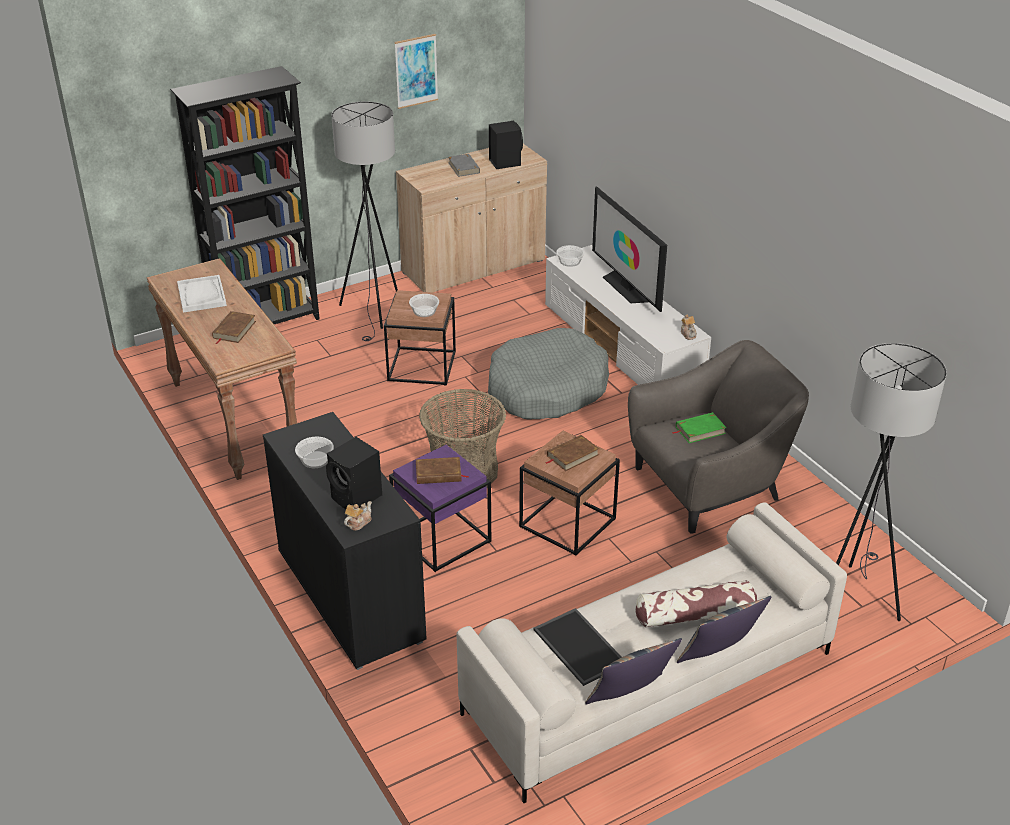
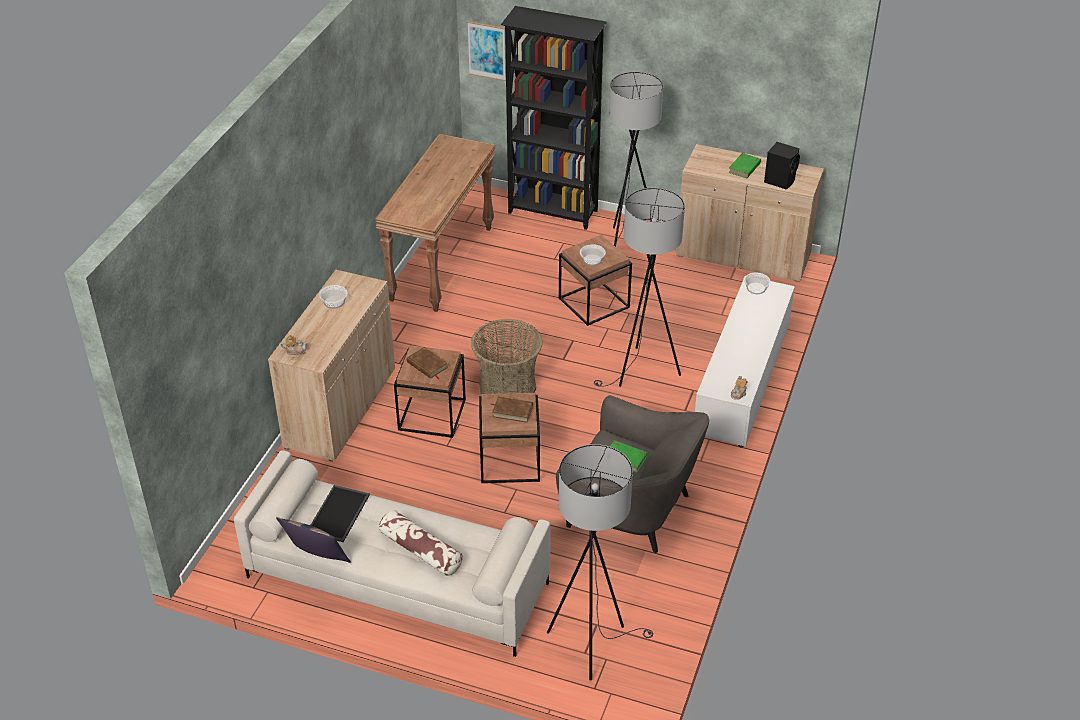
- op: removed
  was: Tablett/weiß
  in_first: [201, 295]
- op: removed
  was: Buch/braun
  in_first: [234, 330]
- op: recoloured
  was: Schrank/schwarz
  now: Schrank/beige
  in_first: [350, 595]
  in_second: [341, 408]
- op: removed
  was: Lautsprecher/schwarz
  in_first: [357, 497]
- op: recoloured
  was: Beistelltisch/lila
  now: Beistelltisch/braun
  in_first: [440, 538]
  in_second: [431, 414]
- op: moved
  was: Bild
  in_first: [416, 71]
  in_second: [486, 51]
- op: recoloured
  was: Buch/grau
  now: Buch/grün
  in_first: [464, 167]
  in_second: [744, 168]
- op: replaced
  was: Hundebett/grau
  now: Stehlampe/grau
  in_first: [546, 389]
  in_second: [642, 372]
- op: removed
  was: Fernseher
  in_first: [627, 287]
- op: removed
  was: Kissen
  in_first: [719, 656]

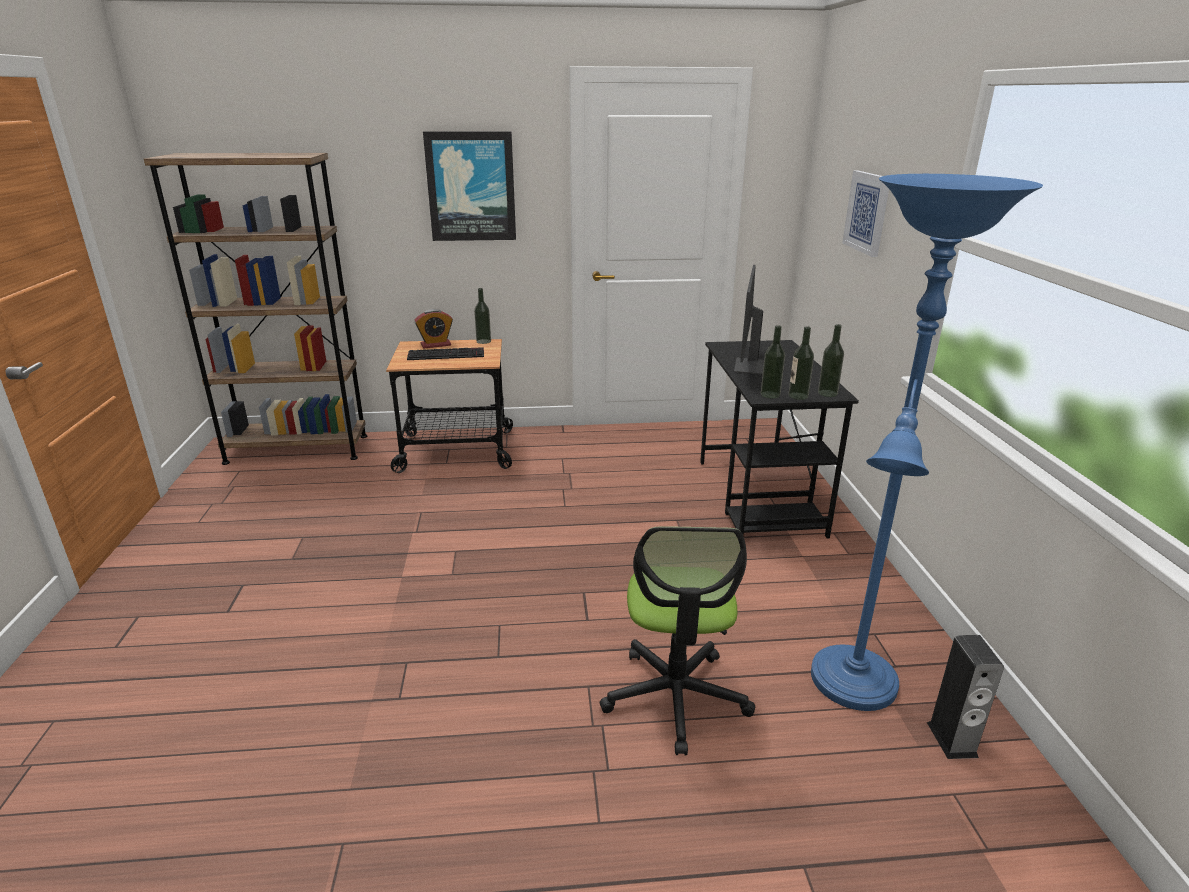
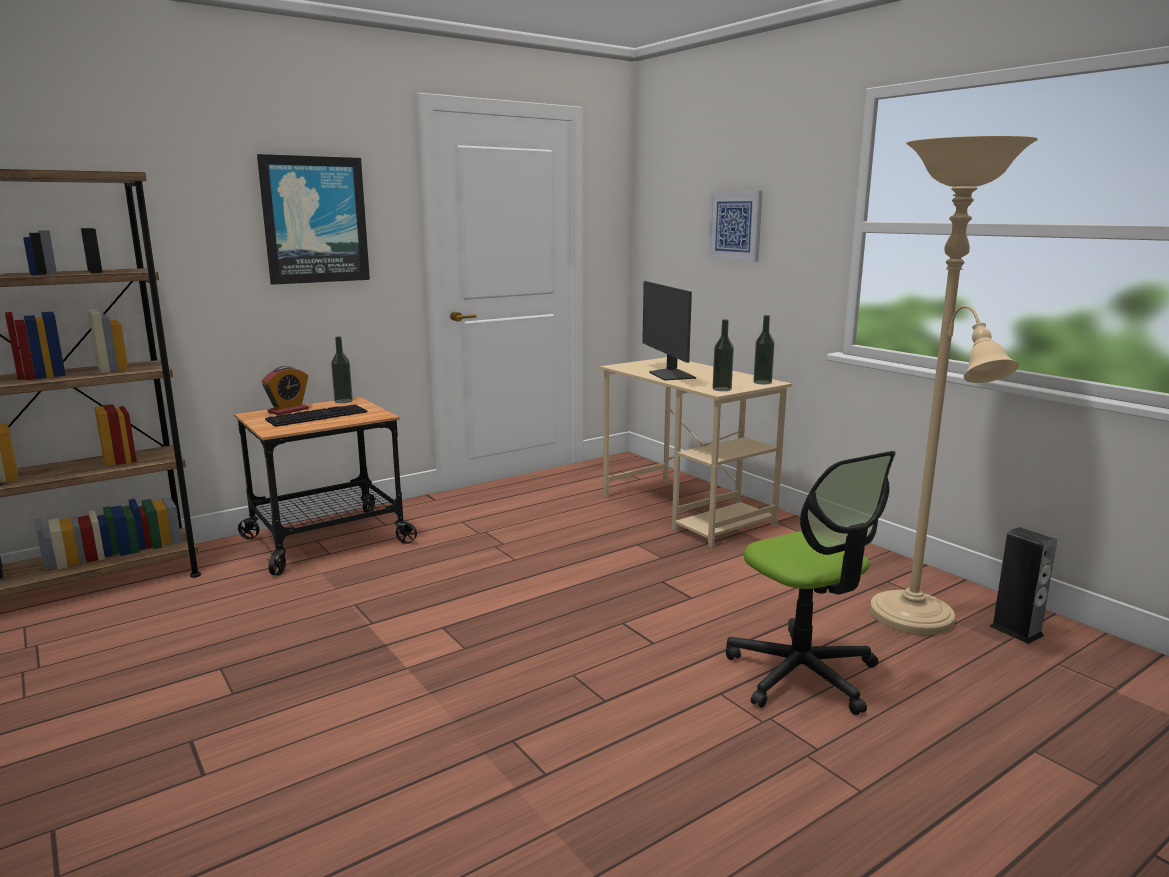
- op: recoloured
  was: Schreibtisch/schwarz
  now: Schreibtisch/beige
  in_first: [759, 497]
  in_second: [687, 511]
- op: removed
  was: Flasche
  in_first: [798, 396]
- op: recoloured
  was: Stehlampe/blau
  now: Stehlampe/beige
  in_first: [852, 687]
  in_second: [917, 621]

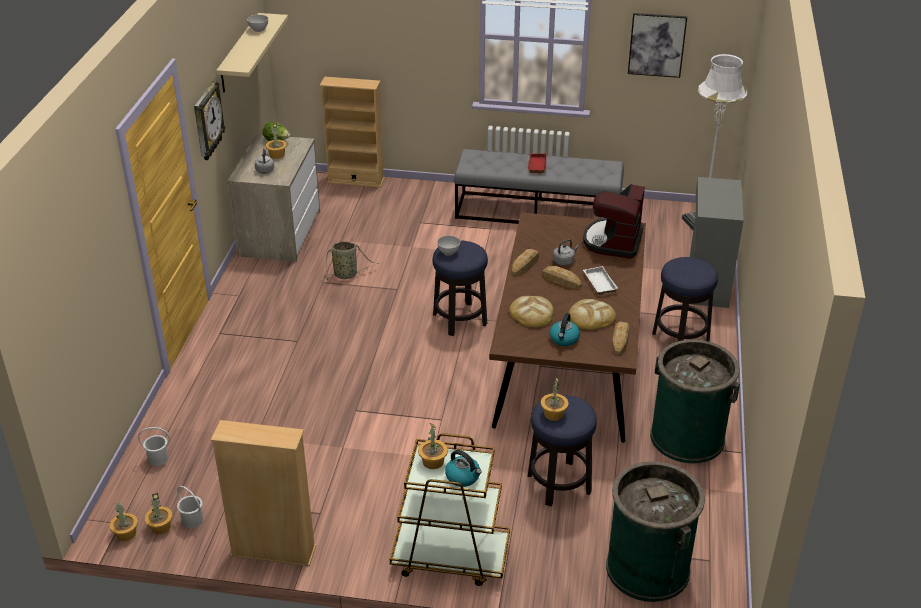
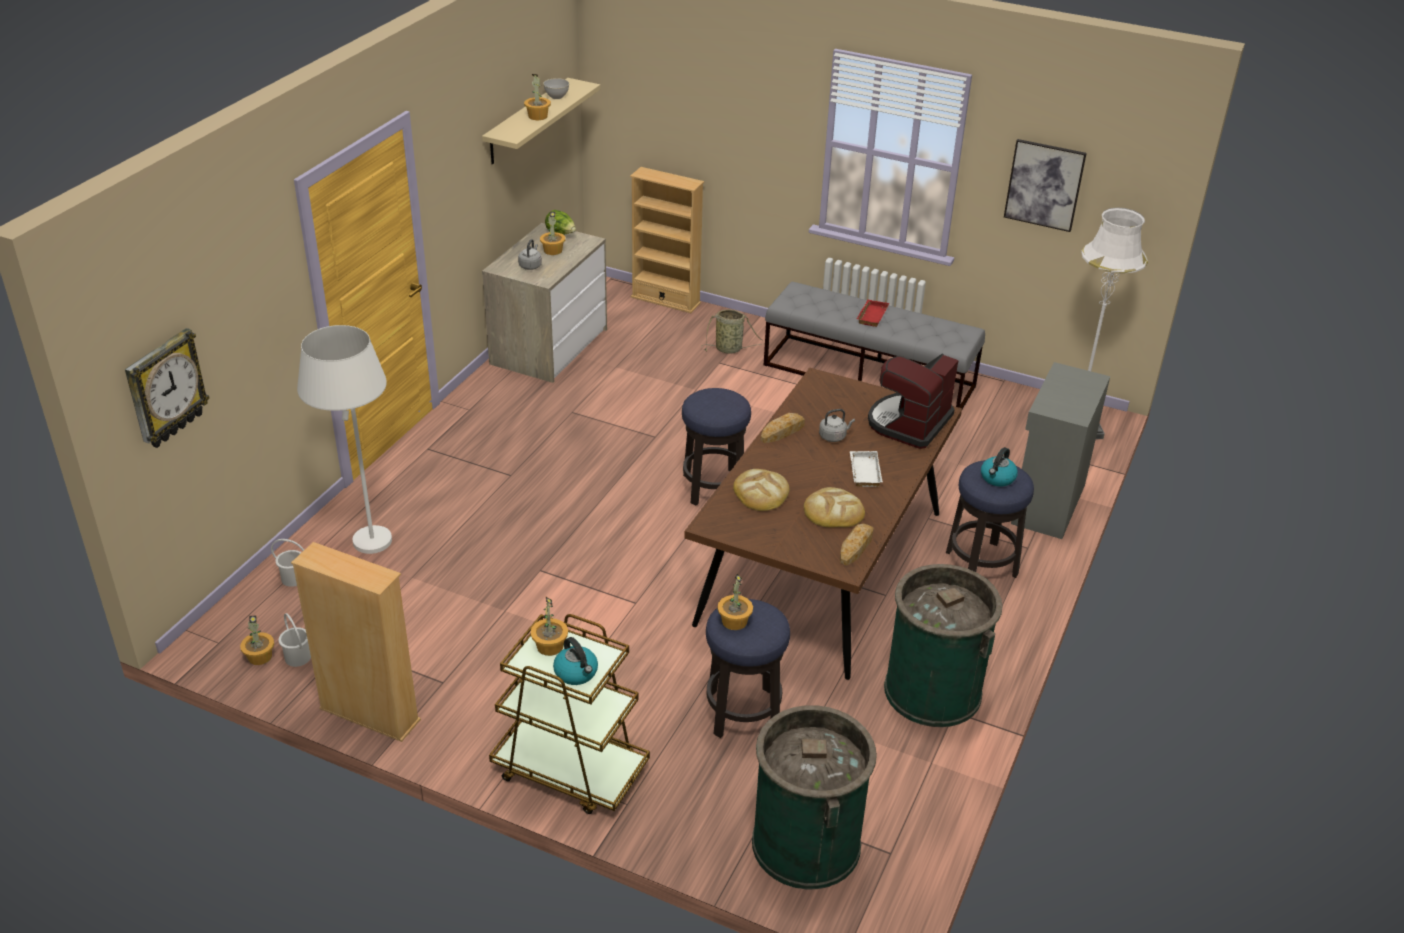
- op: moved
  was: Topfpflanze
  in_first: [126, 534]
  in_second: [538, 116]
- op: moved
  was: Wanduhr
  in_first: [207, 121]
  in_second: [165, 389]
- op: moved
  was: Korb
  in_first: [347, 274]
  in_second: [730, 349]
- op: removed
  was: Schüssel/grau
  in_first: [448, 252]
- op: removed
  was: Brot
  in_first: [561, 280]
- op: moved
  was: Wasserkessel
  in_first: [564, 339]
  in_second: [997, 478]
- op: added
  now: Stehlampe/weiß
  in_second: [368, 555]

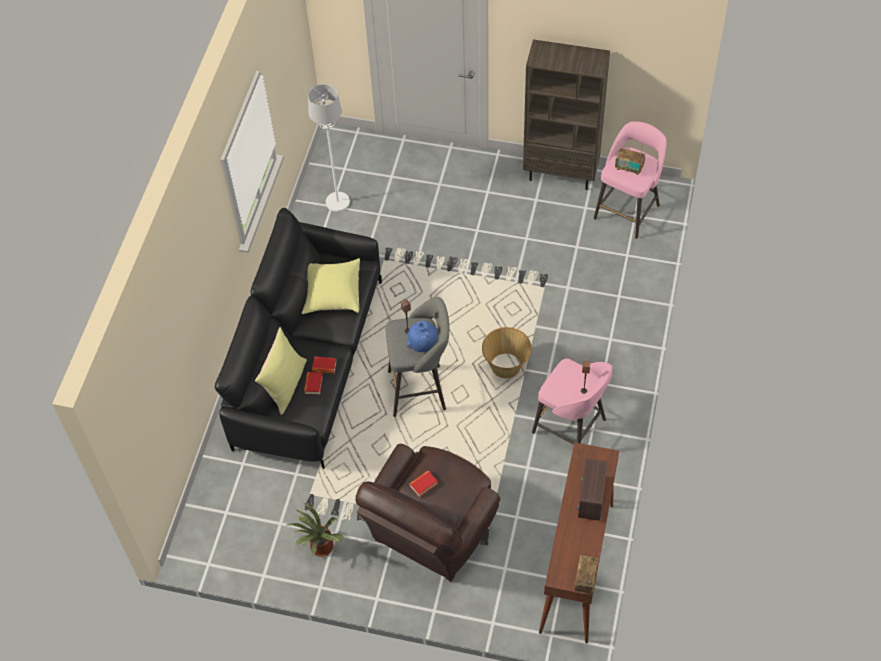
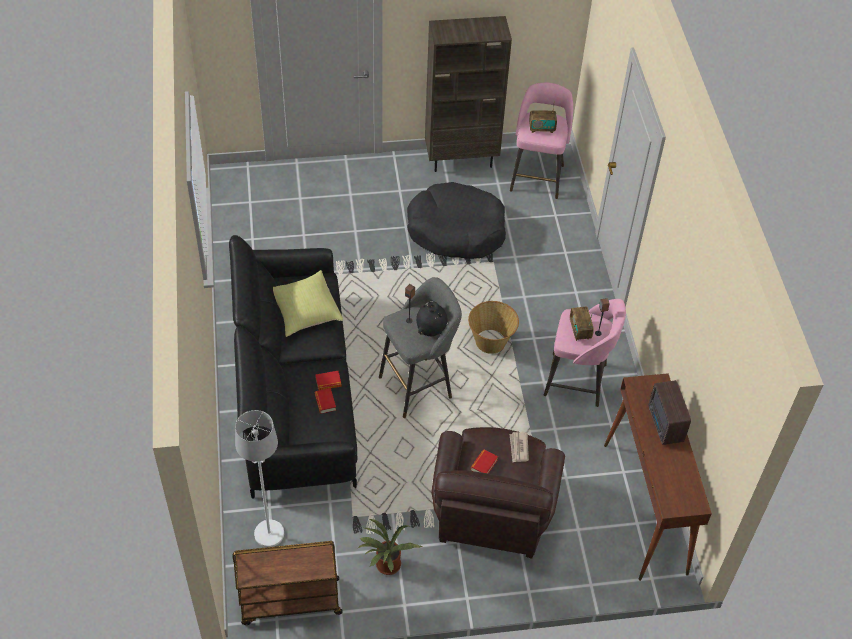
- op: removed
  was: Kissen/gelb
  in_first: [285, 385]
- op: moved
  was: Stehlampe/weiß
  in_first: [337, 202]
  in_second: [269, 533]
- op: recoloured
  was: Vase/blau
  now: Vase/schwarz
  in_first: [423, 345]
  in_second: [431, 330]
- op: moved
  was: Radio
  in_first: [585, 579]
  in_second: [580, 330]
- op: added
  now: Rollwagen/braun
  in_second: [290, 602]
- op: added
  now: Hundebett/schwarz
  in_second: [456, 230]
- op: added
  now: Zeitung
  in_second: [518, 448]

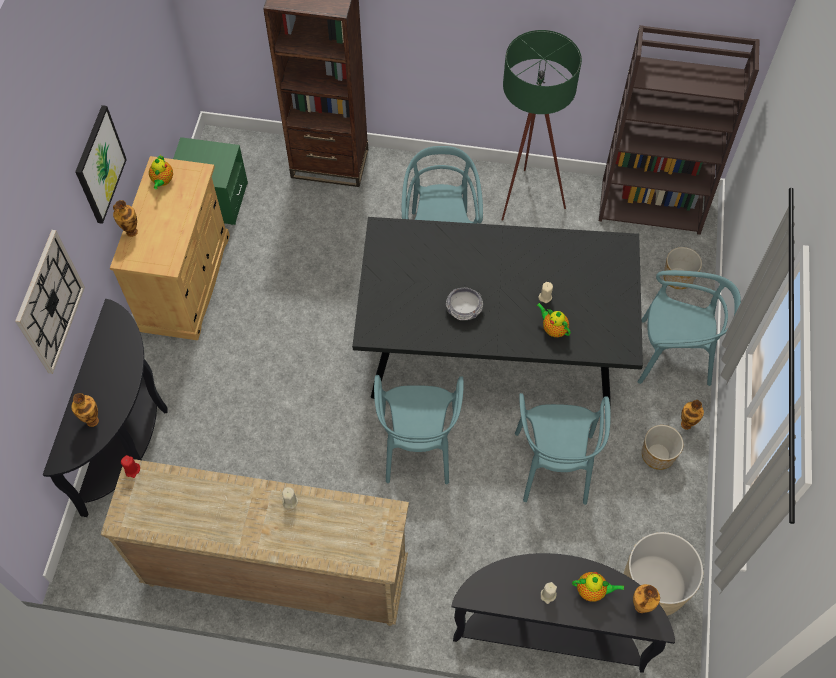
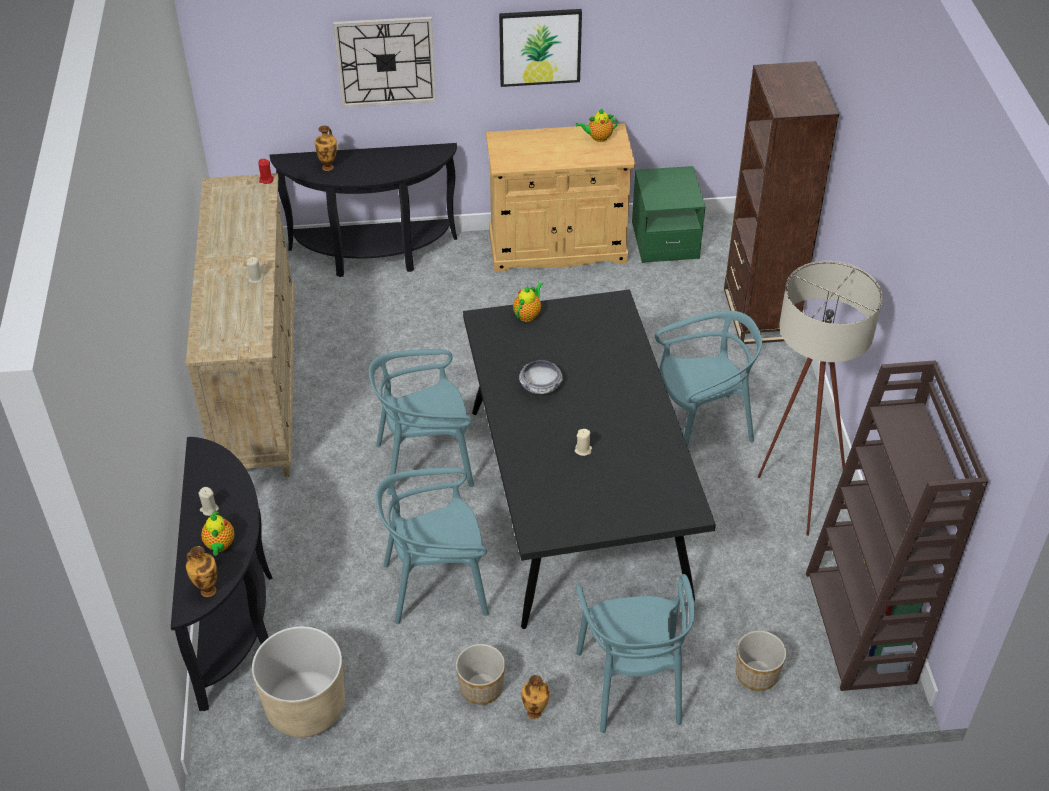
- op: removed
  was: Vase
  in_first: [131, 231]
- op: recoloured
  was: Stehlampe/grün
  now: Stehlampe/beige
  in_first: [524, 203]
  in_second: [794, 493]
- op: moved
  was: Teekanne
  in_first: [553, 329]
  in_second: [528, 314]

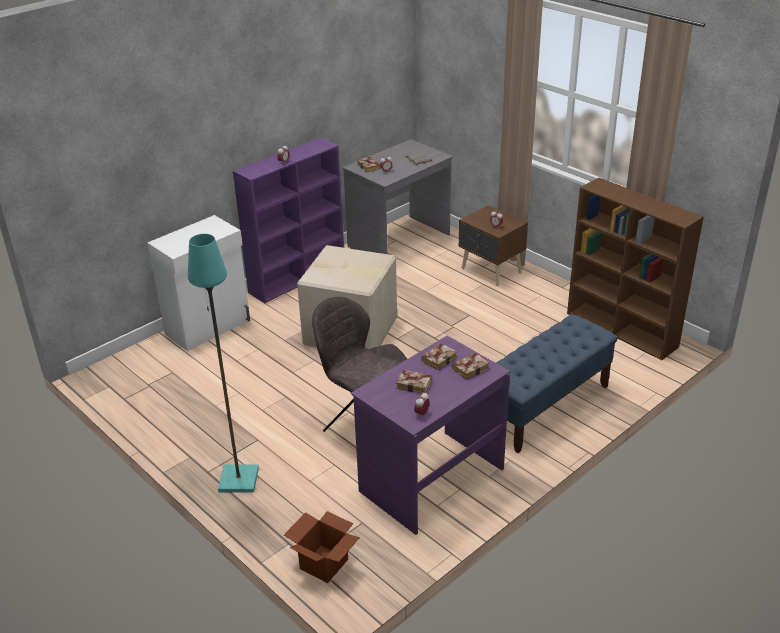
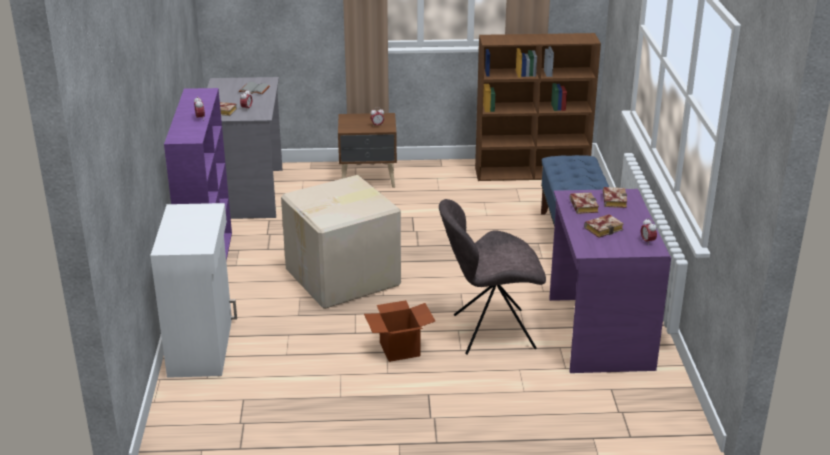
- op: removed
  was: Stehlampe/türkis
  in_first: [238, 480]
- op: moved
  was: Karton
  in_first: [324, 564]
  in_second: [400, 349]

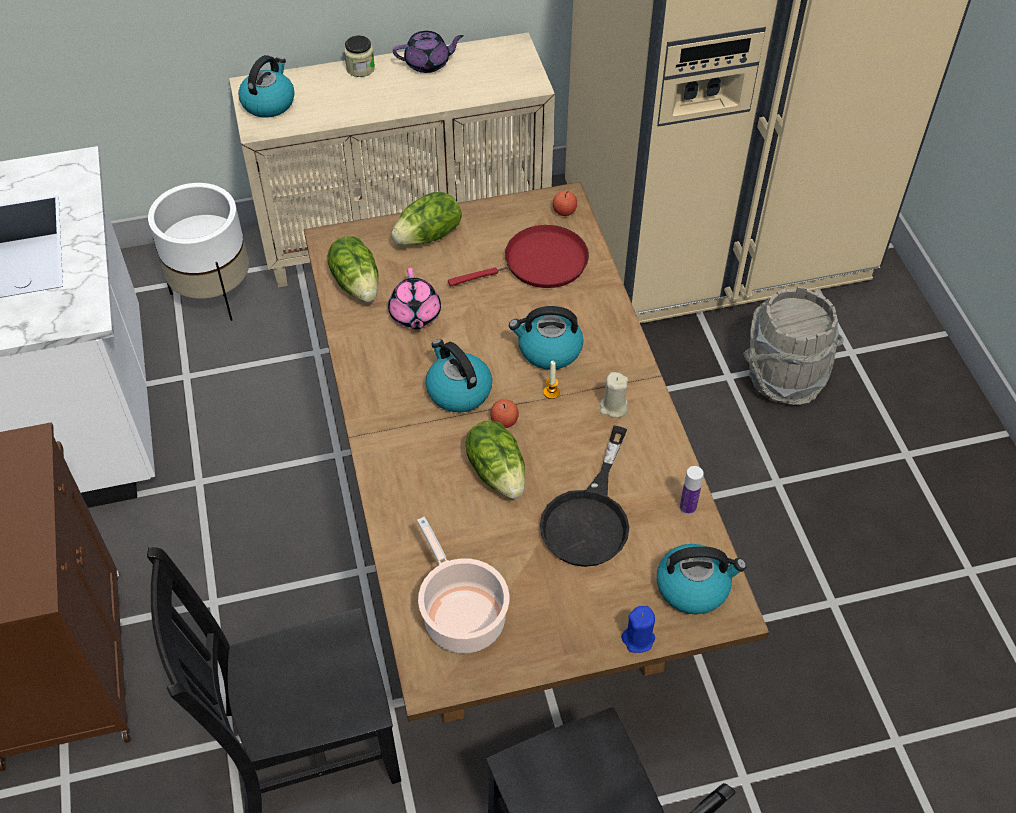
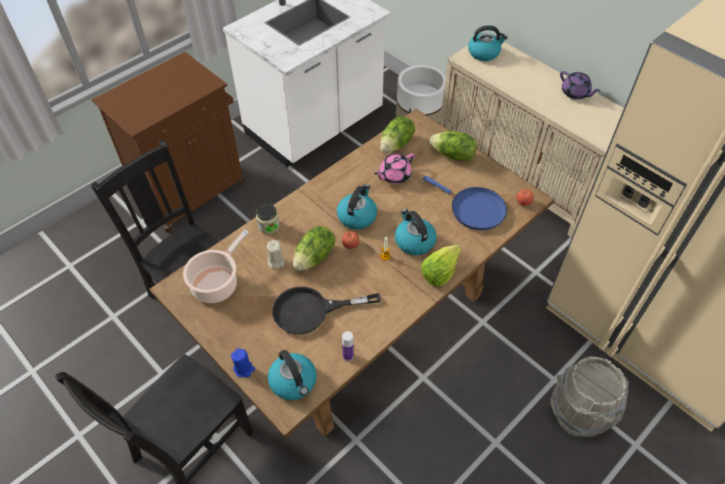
- op: moved
  was: Vorratsglas
  in_first: [360, 68]
  in_second: [269, 226]
- op: recoloured
  was: Pfanne/rot
  now: Pfanne/blau
  in_first: [540, 263]
  in_second: [474, 209]
- op: moved
  was: Kerze/beige
  in_first: [613, 407]
  in_second: [276, 262]
- op: added
  now: Salatkopf
  in_second: [439, 273]

